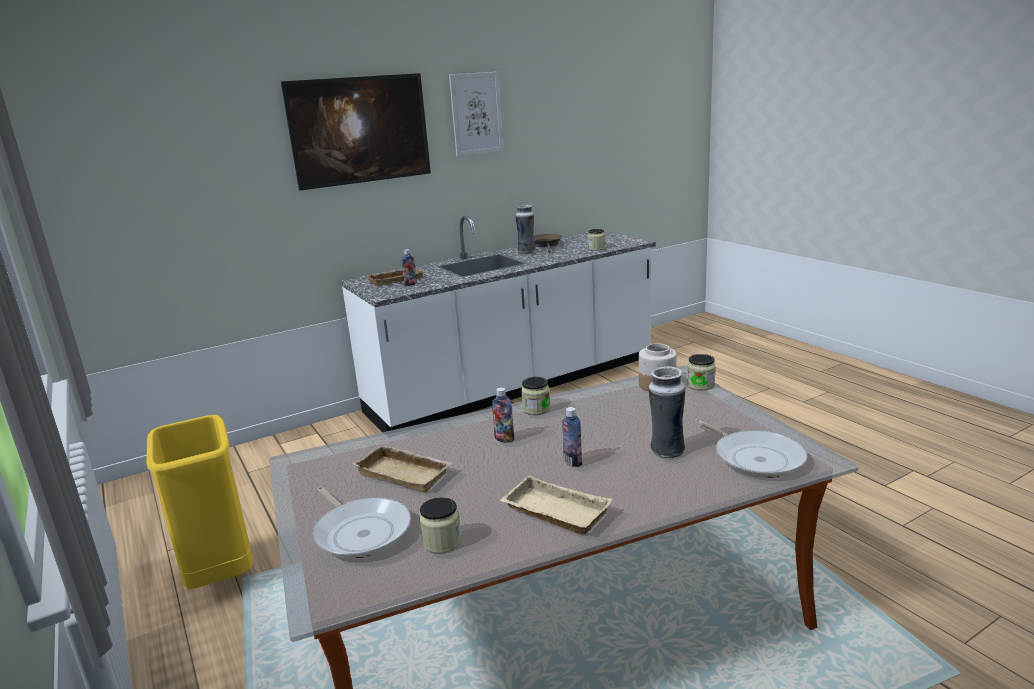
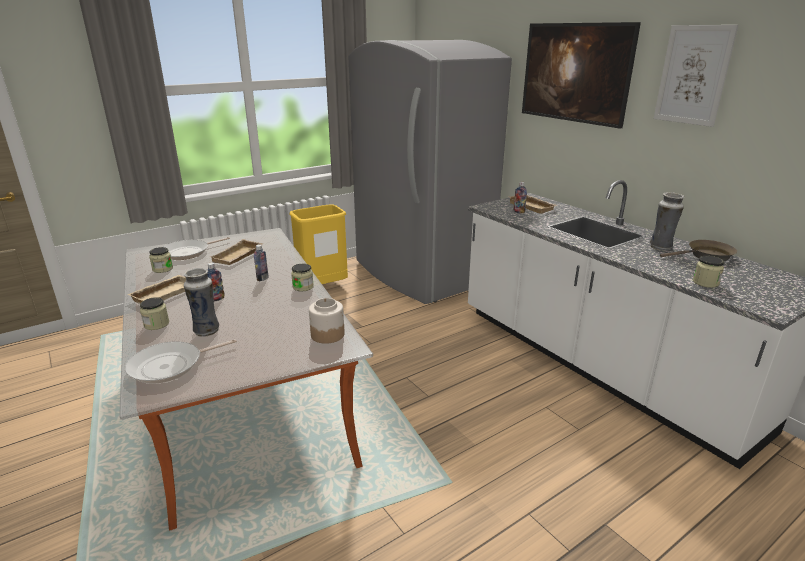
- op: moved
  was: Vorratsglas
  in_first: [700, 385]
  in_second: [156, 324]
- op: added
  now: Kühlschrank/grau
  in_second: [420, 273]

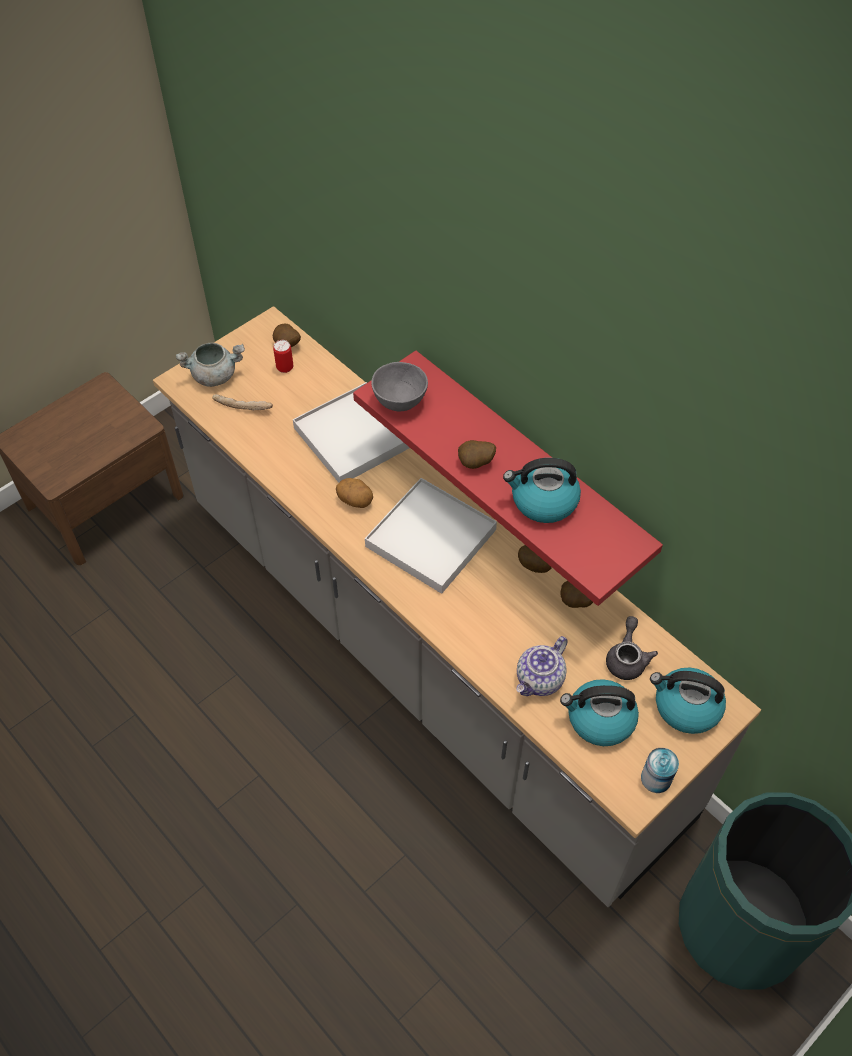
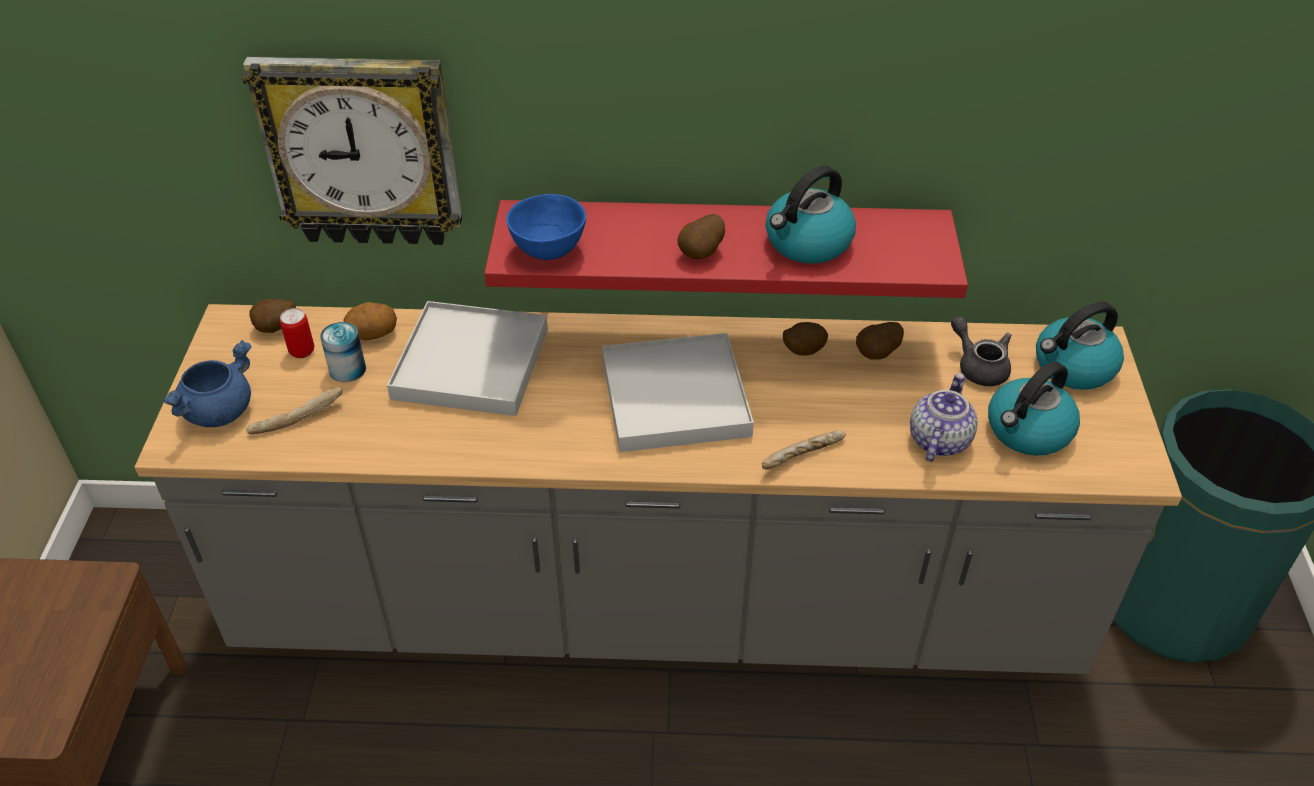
- op: recoloured
  was: Kochtopf/grau
  now: Kochtopf/blau
  in_first: [215, 375]
  in_second: [219, 410]
- op: moved
  was: Kartoffel
  in_first: [355, 501]
  in_second: [373, 334]
- op: recoloured
  was: Schüssel/grau
  now: Schüssel/blau
  in_first: [399, 401]
  in_second: [547, 251]
- op: turned
  was: Teekanne
  in_first: [540, 680]
  in_second: [938, 439]
  clockwise: -150
- op: moved
  was: Dose
  in_first: [656, 778]
  in_second: [347, 369]
- op: added
  now: Wanduhr
  in_second: [362, 151]
- op: added
  now: Brot
  in_second: [803, 457]

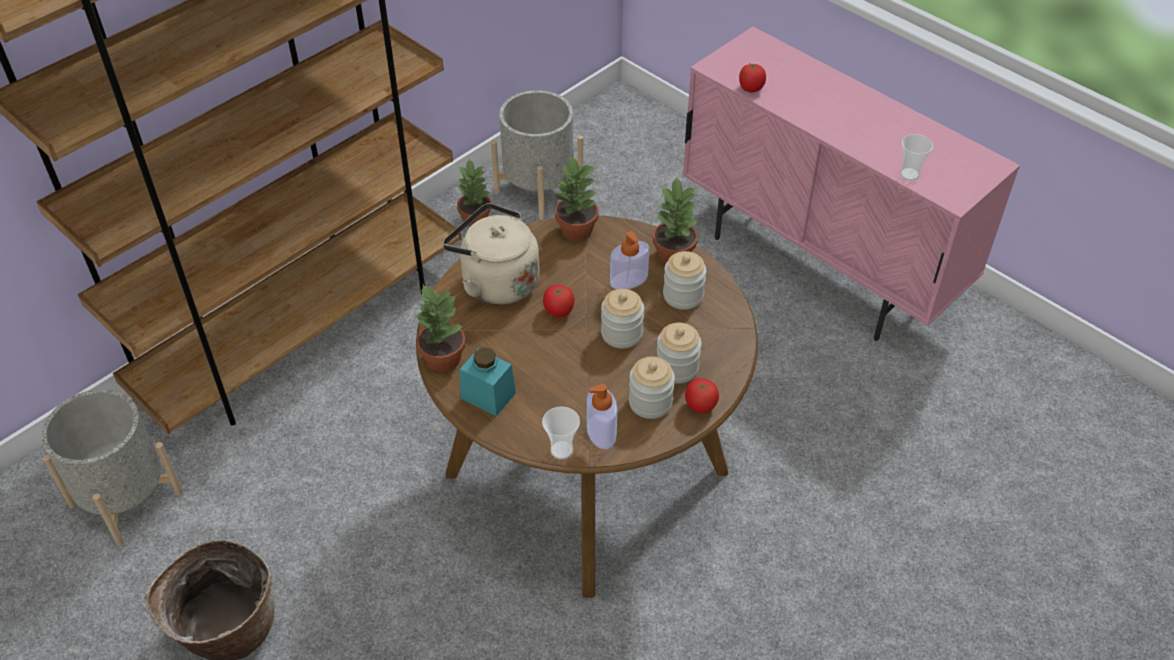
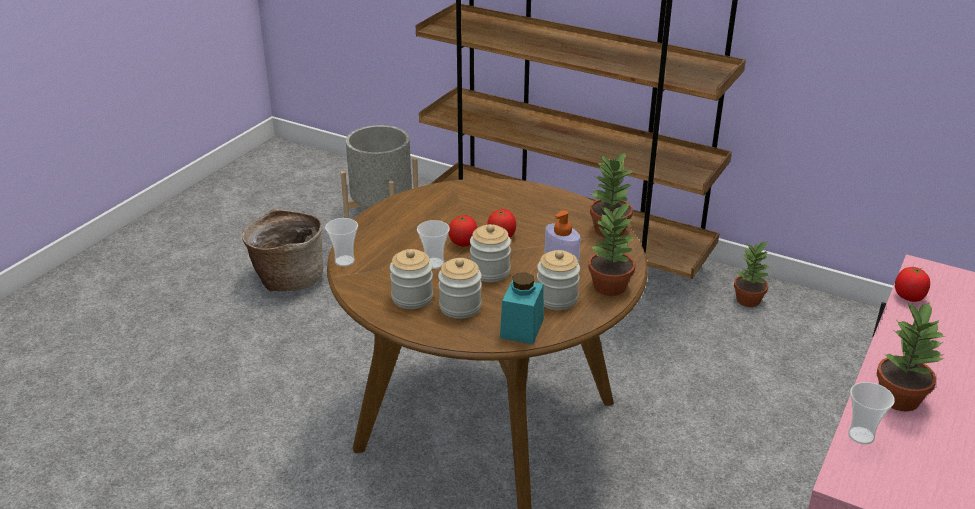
- op: moved
  was: Topfpflanze
  in_first: [442, 358]
  in_second: [899, 397]
- op: removed
  was: Wasserkessel/beige
  in_first: [496, 282]
- op: moved
  was: Vorratsglas/türkis
  in_first: [488, 395]
  in_second: [522, 328]
- op: removed
  was: Pflanzkübel/grau
  in_first: [539, 189]
- op: removed
  was: Seifenspender
  in_first: [601, 432]
- op: moved
  was: Tomate
  in_first: [700, 406]
  in_second: [463, 243]
- op: added
  now: Tasse
  in_second: [434, 263]

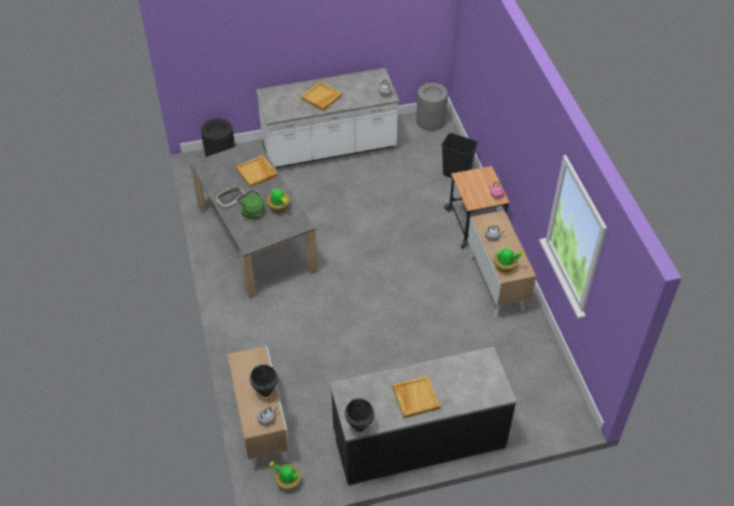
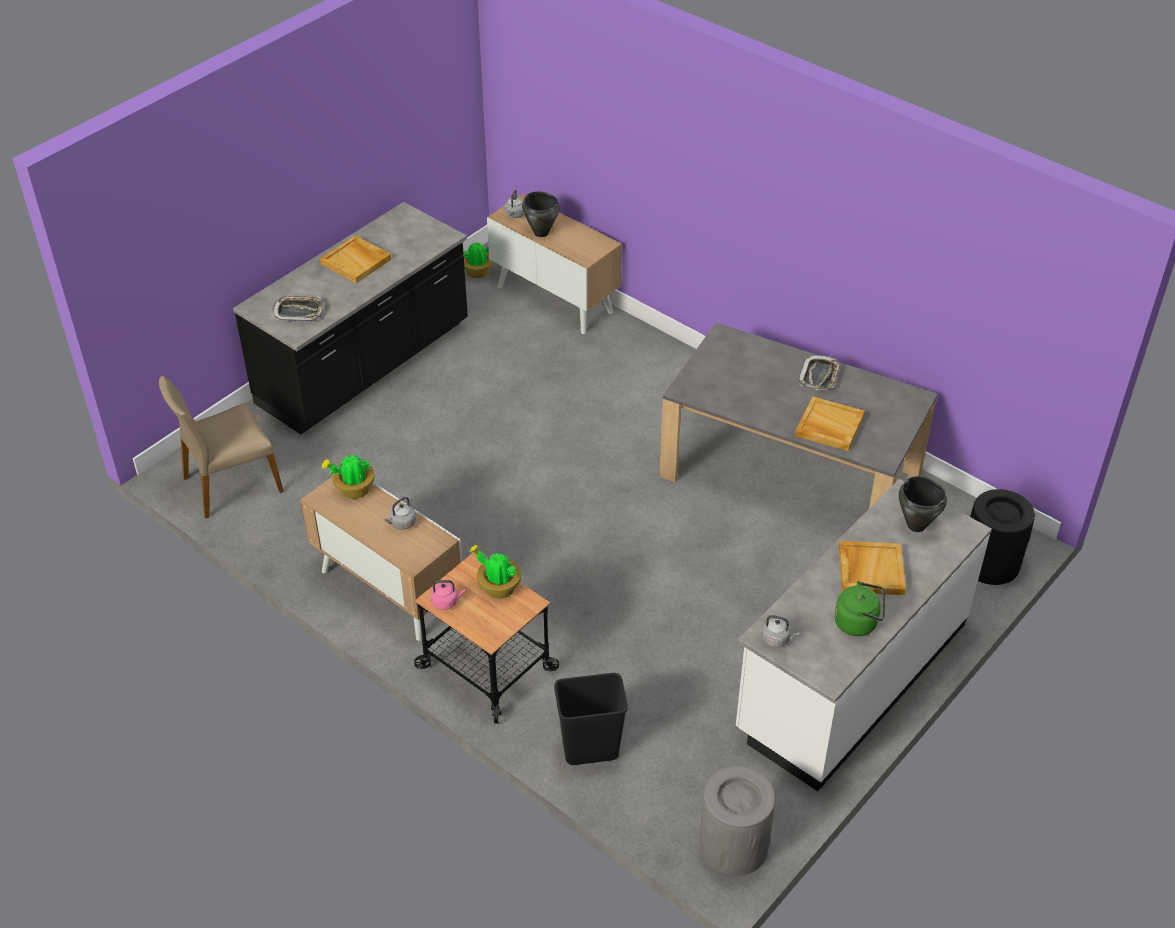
- op: moved
  was: Wasserkessel/grün
  in_first: [252, 212]
  in_second: [858, 623]
- op: moved
  was: Topfpflanze
  in_first: [279, 208]
  in_second: [498, 587]
- op: moved
  was: Kochtopf/schwarz
  in_first: [359, 427]
  in_second: [916, 525]
- op: added
  now: Stuhl/beige
  in_second: [231, 484]
- op: added
  now: Tablett
  in_second: [299, 312]

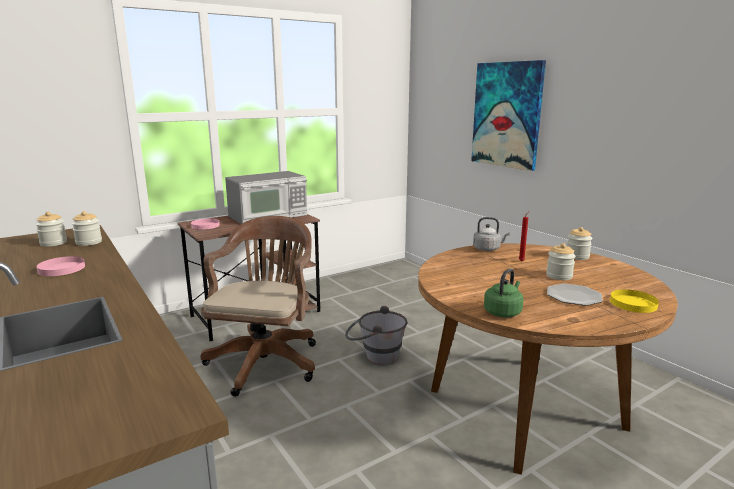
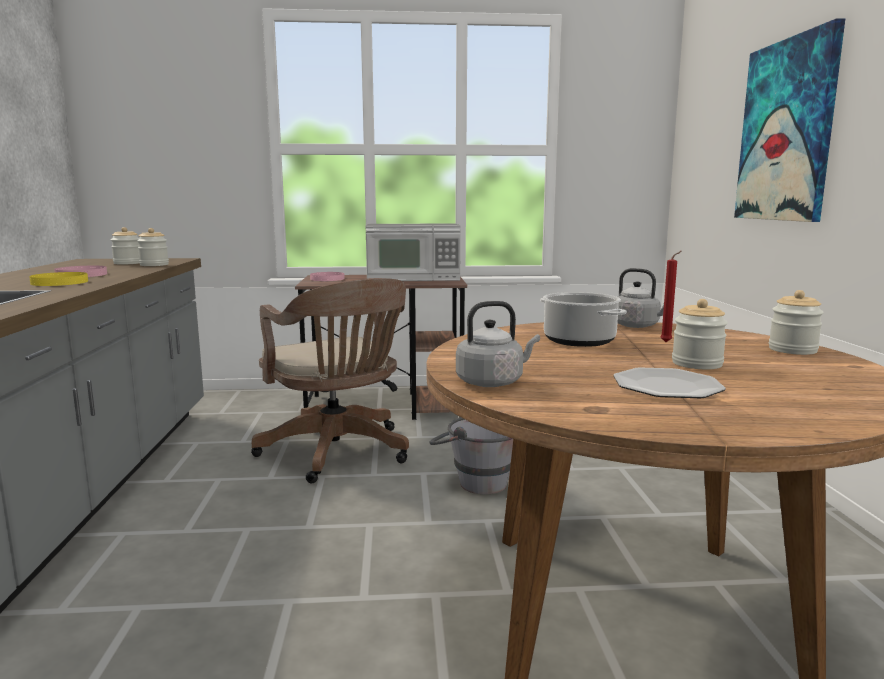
- op: turned
  was: Bürostuhl/braun
  in_first: [266, 360]
  in_second: [338, 453]
  clockwise: 105
- op: recoloured
  was: Wasserkessel/grün
  now: Wasserkessel/grau
  in_first: [503, 312]
  in_second: [493, 382]
- op: moved
  was: Teller/gelb
  in_first: [633, 303]
  in_second: [60, 282]
- op: added
  now: Kochtopf
  in_second: [578, 340]

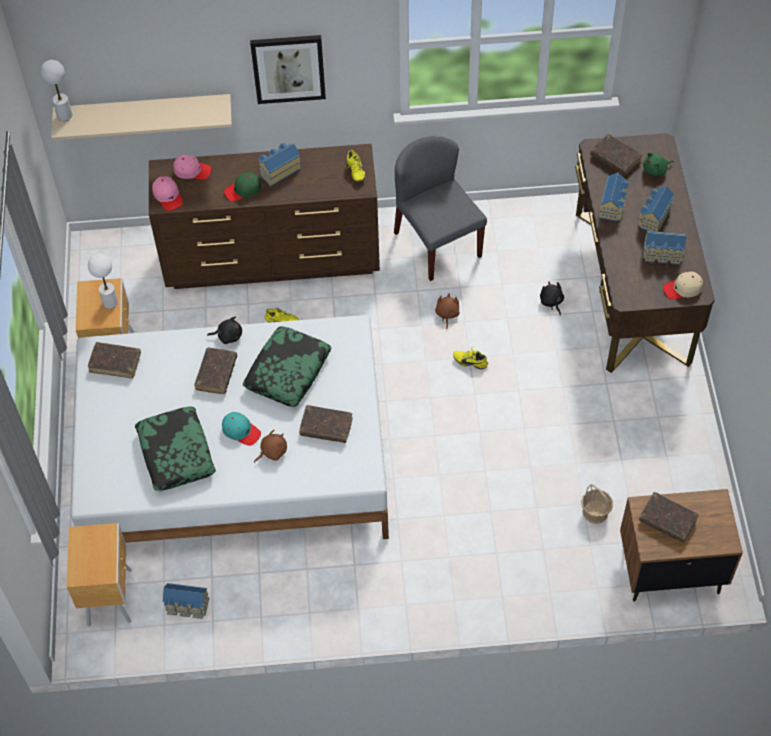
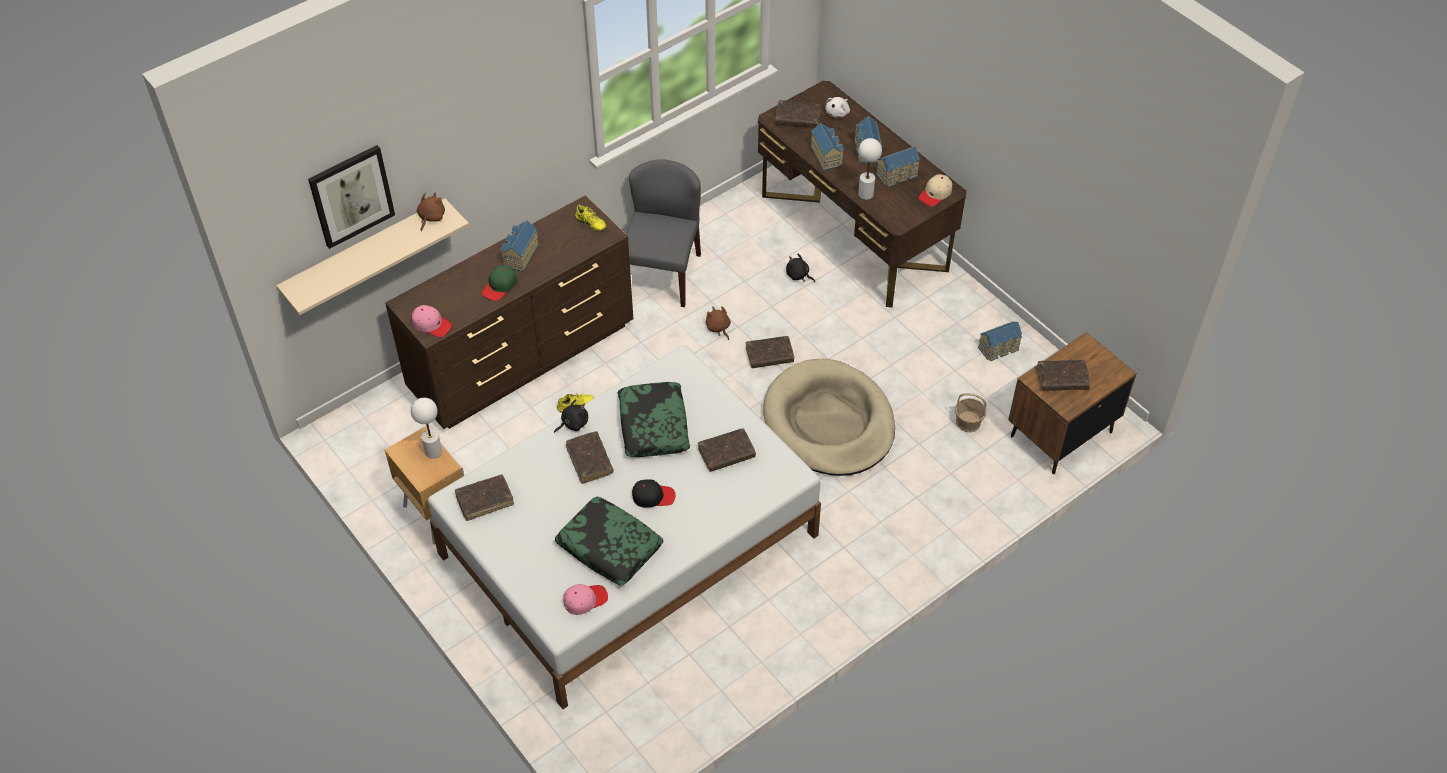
- op: moved
  was: Tischlampe/weiß
  in_first: [64, 115]
  in_second: [866, 194]
- op: removed
  was: Nachttisch/braun
  in_first: [110, 596]
- op: moved
  was: Spielzeughaus
  in_first: [187, 606]
  in_second: [1000, 348]
- op: moved
  was: Kappe/rosa
  in_first: [192, 171]
  in_second: [585, 600]
- op: recoloured
  was: Kappe/türkis
  now: Kappe/schwarz
  in_first: [241, 431]
  in_second: [653, 496]
- op: moved
  was: Bild
  in_first: [288, 68]
  in_second: [351, 195]
- op: moved
  was: Plüschtier/braun
  in_first: [272, 452]
  in_second: [431, 217]
- op: turned
  was: Stuhl/grau
  in_first: [437, 244]
  in_second: [662, 275]
  clockwise: 75
- op: replaced
  was: Schuh/gelb
  now: Buch/braun
  in_first: [470, 361]
  in_second: [769, 356]
- op: recoloured
  was: Plüschtier/grün
  now: Plüschtier/weiß
  in_first: [656, 170]
  in_second: [838, 113]
- op: added
  now: Hundebett/beige
  in_second: [829, 422]

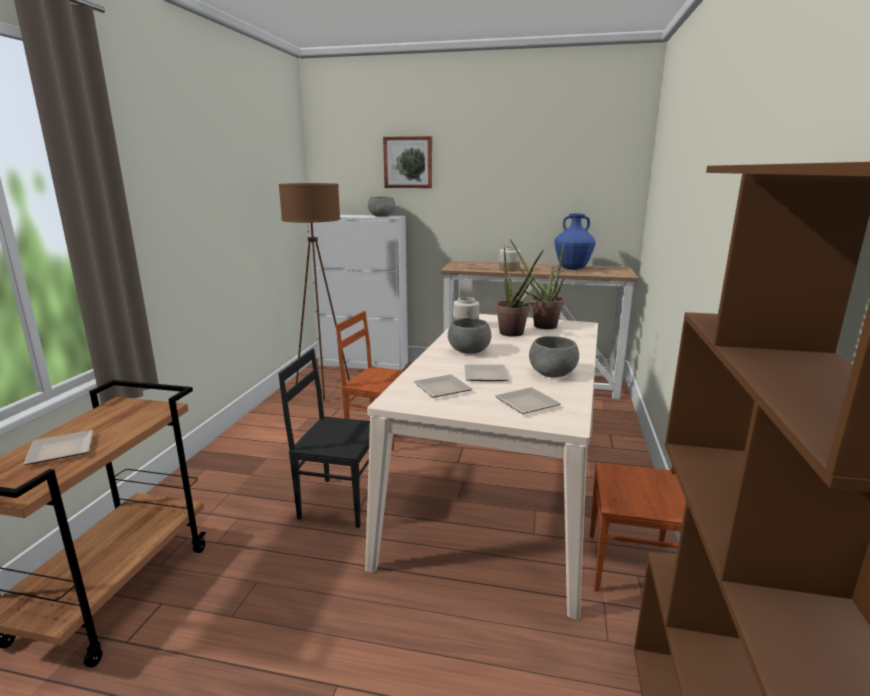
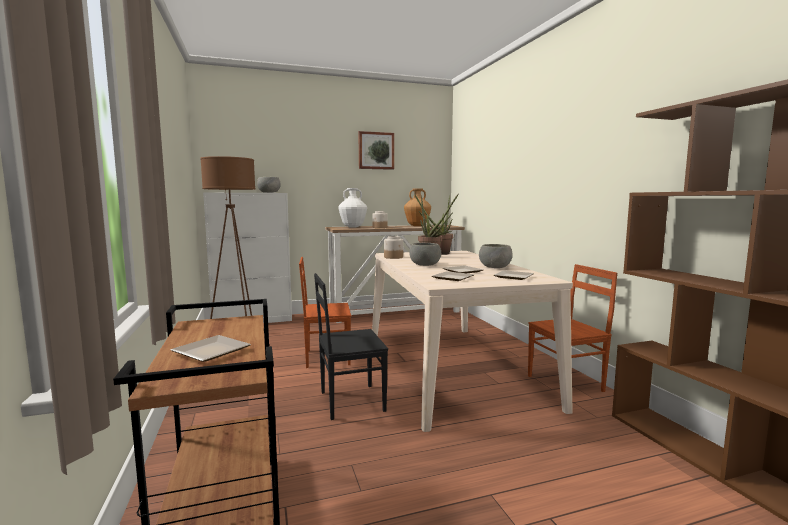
- op: moved
  was: Bild
  in_first: [408, 162]
  in_second: [376, 150]
- op: recoloured
  was: Vase/blau
  now: Vase/braun
  in_first: [572, 268]
  in_second: [417, 226]
- op: added
  now: Vase/weiß
  in_second: [352, 227]

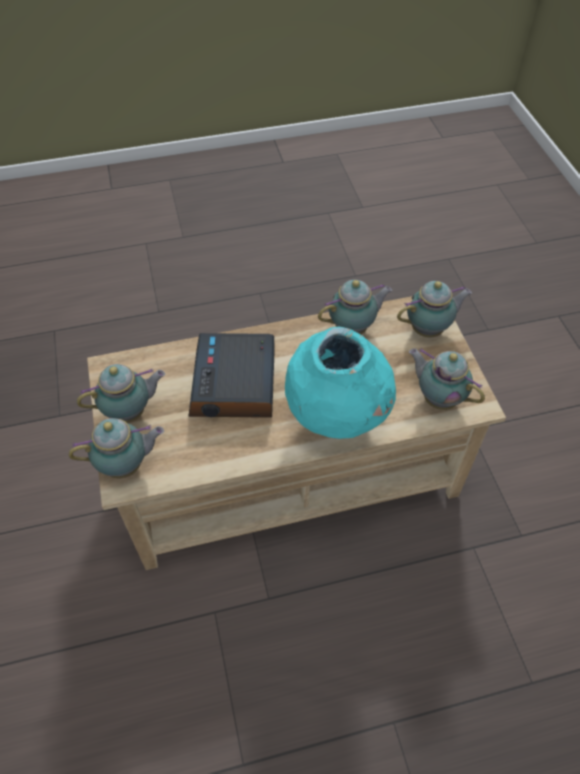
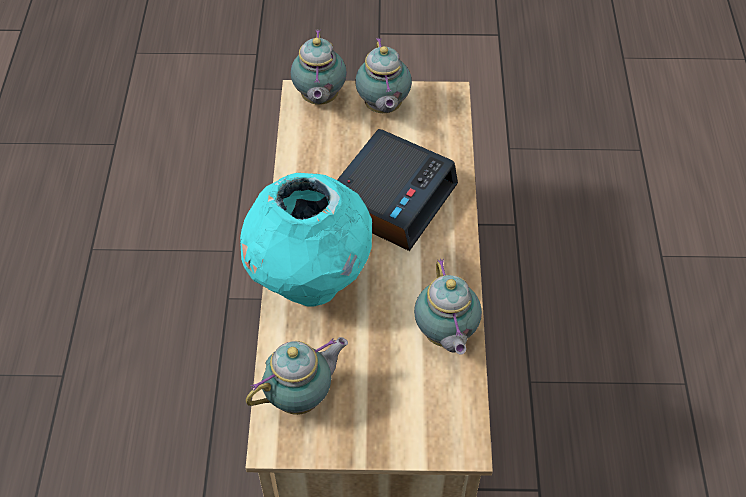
- op: turned
  was: Wecker
  in_first: [234, 384]
  in_second: [391, 197]
  clockwise: 105
- op: removed
  was: Teekanne
  in_first: [429, 329]

